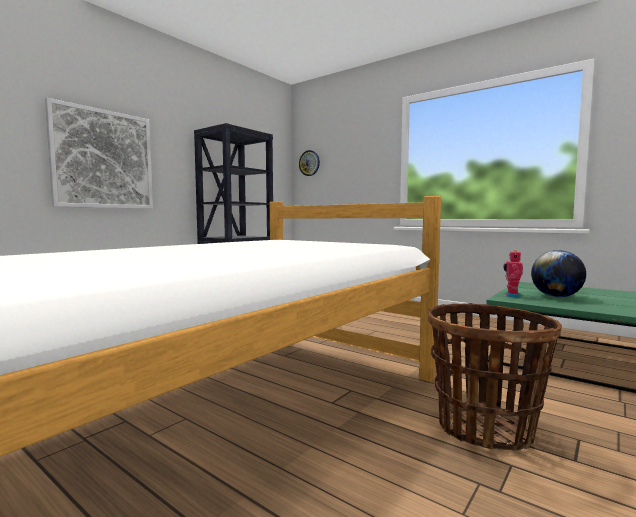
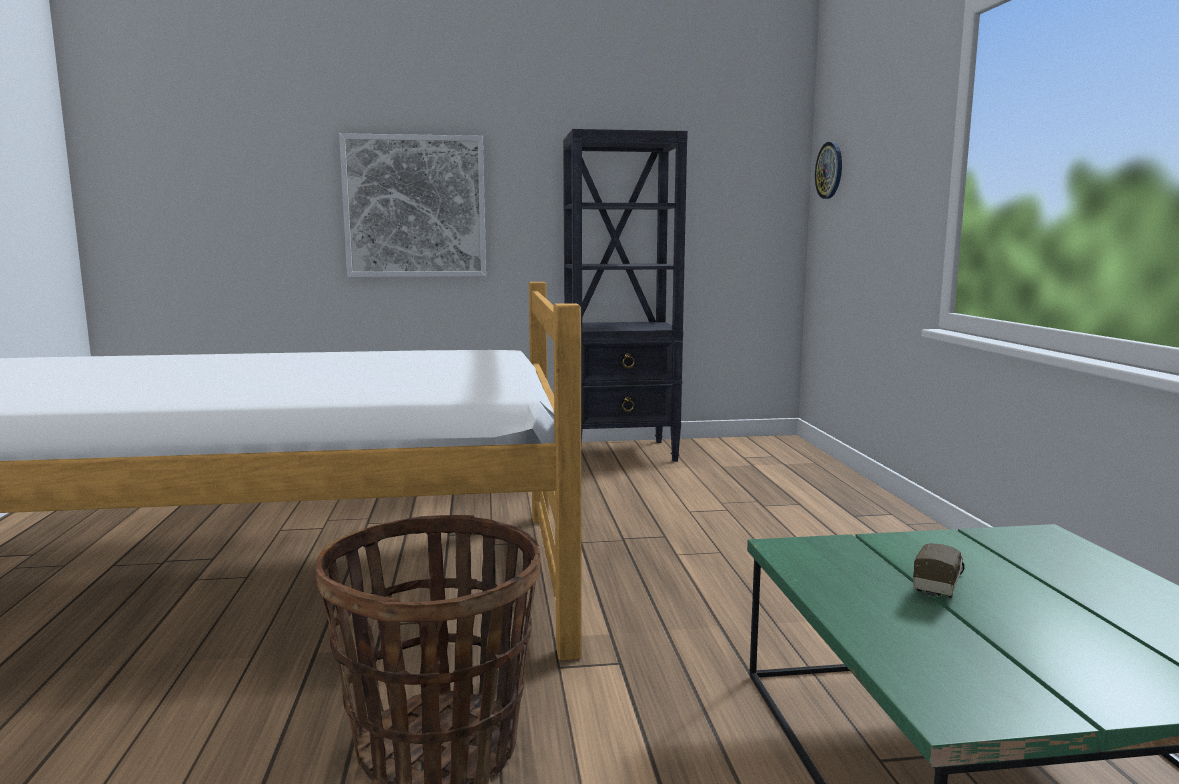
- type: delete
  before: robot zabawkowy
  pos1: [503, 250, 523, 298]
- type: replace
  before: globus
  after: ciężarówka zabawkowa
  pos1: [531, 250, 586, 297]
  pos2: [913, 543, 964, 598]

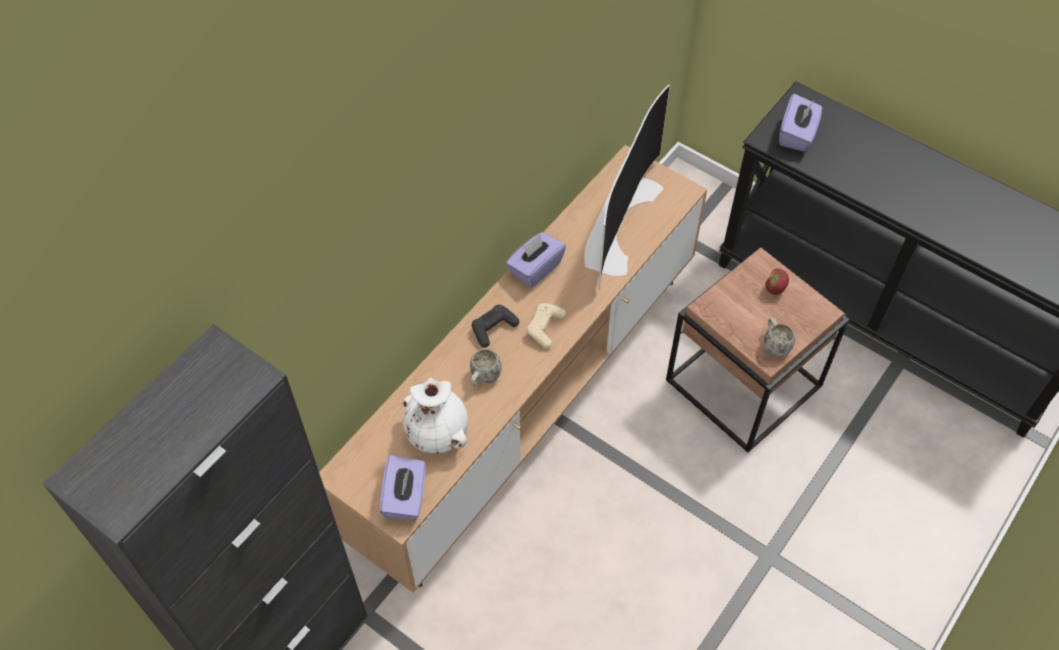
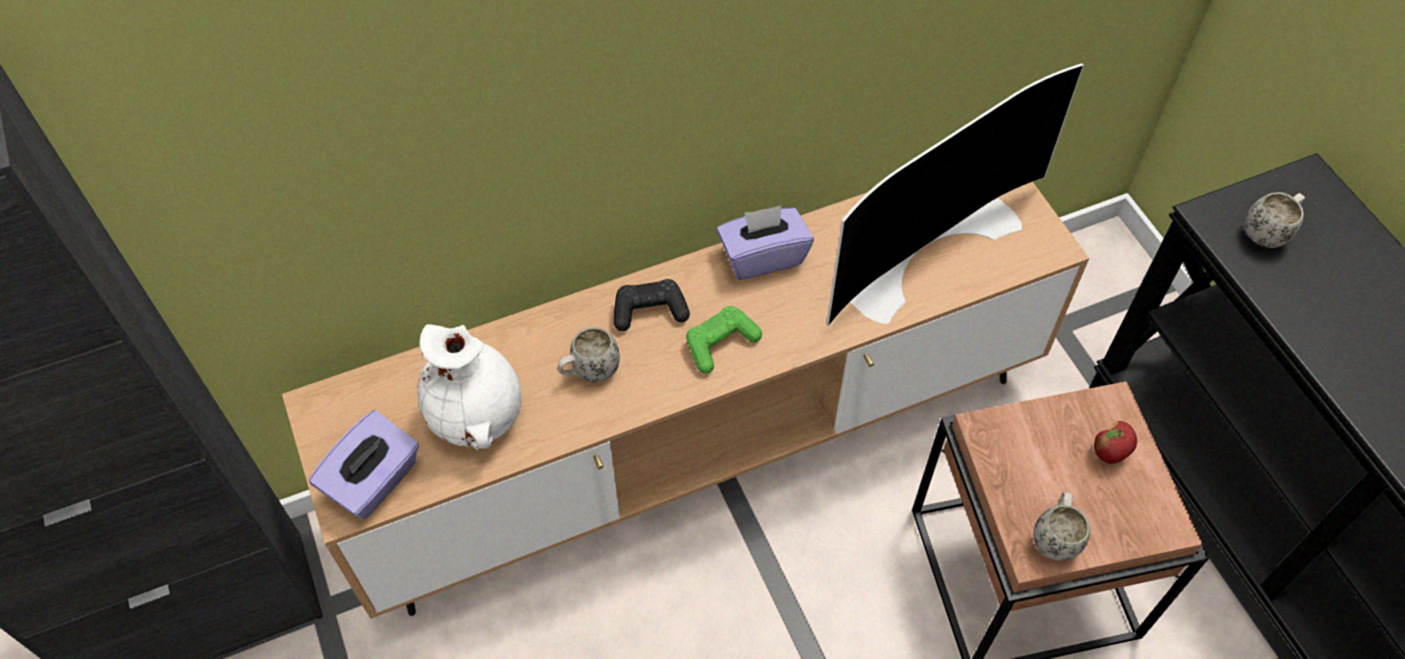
- type: replace
  before: pudełko chusteczek/fioletowy
  after: kubek/biały
  pos1: [779, 94, 822, 152]
  pos2: [1245, 192, 1305, 248]
- type: recolor
  before: pad do gier/beżowy
  after: pad do gier/zielony
  pos1: [526, 303, 566, 348]
  pos2: [686, 306, 762, 374]

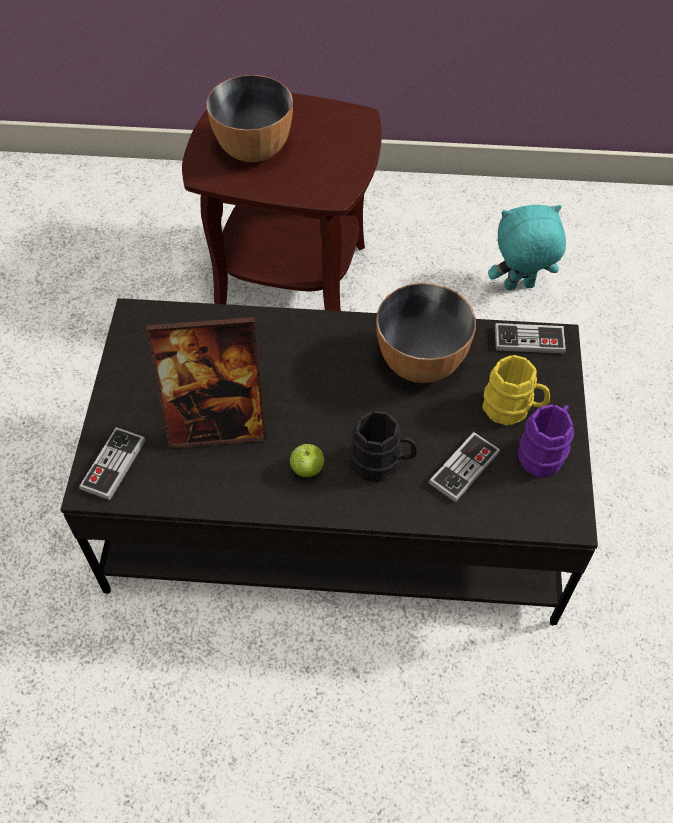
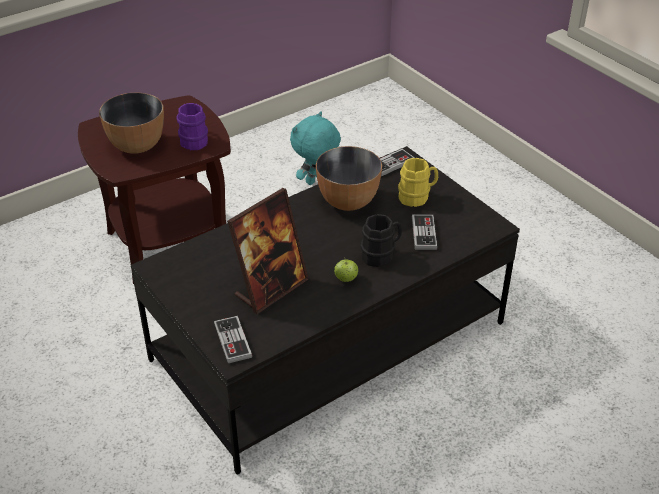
- type: move
  before: kubek/fioletowy
  pos1: [518, 404, 574, 478]
  pos2: [176, 103, 208, 150]

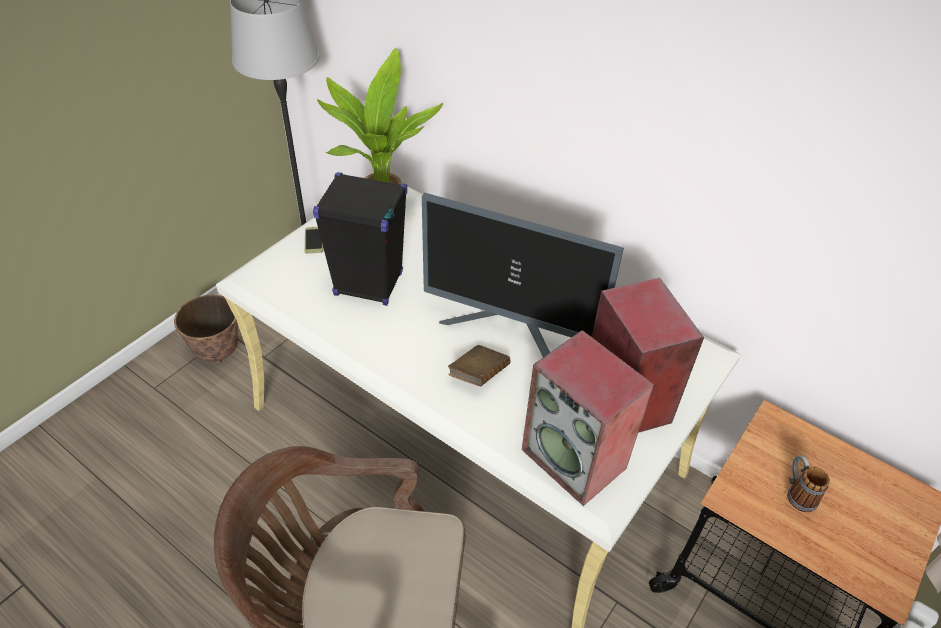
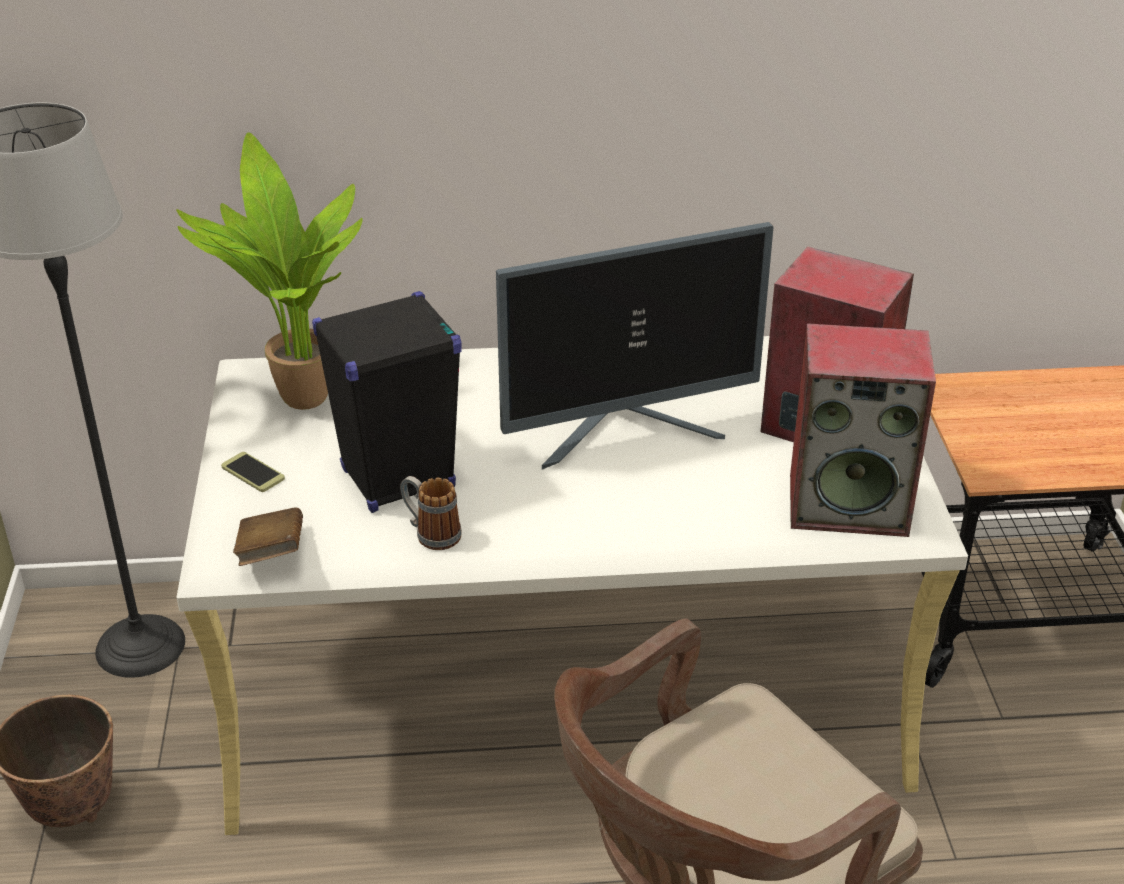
- type: move
  before: książka/brązowy
  pos1: [448, 345, 511, 386]
  pos2: [233, 507, 303, 566]
- type: move
  before: kubek
  pos1: [787, 455, 830, 512]
  pos2: [400, 476, 462, 550]

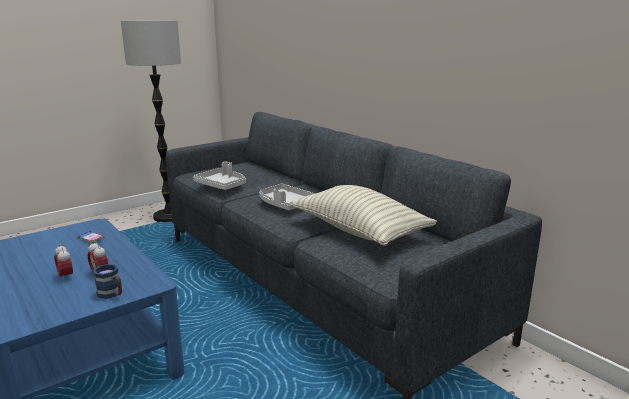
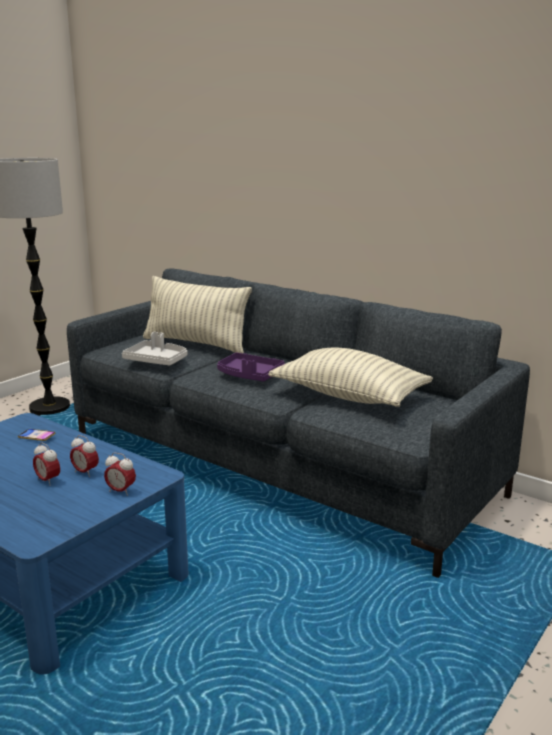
- type: insert
  after: poduszka
  pos2: [143, 276, 252, 353]
- type: replace
  before: kubek/niebieski
  after: budzik
  pos1: [93, 264, 122, 299]
  pos2: [104, 452, 136, 496]
- type: recolor
  before: taca/szary
  after: taca/fioletowy
  pos1: [259, 184, 316, 210]
  pos2: [217, 352, 285, 382]

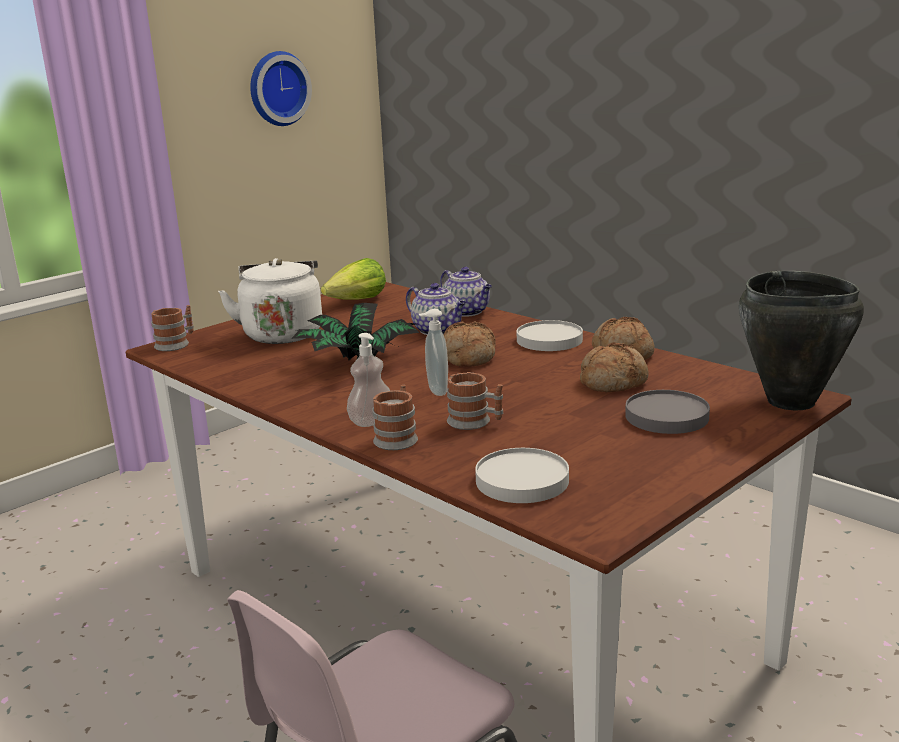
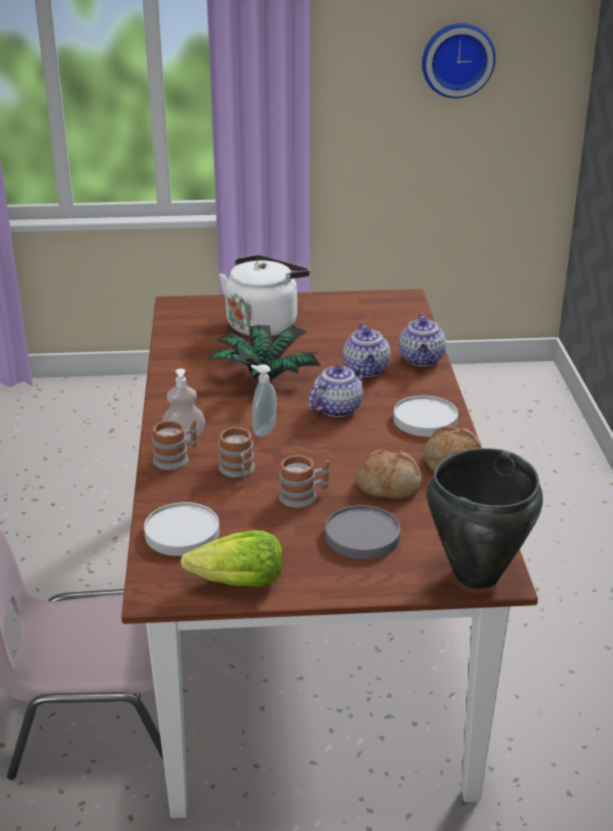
- type: move
  before: kubek
  pos1: [151, 305, 194, 351]
  pos2: [279, 455, 330, 508]
- type: move
  before: sałata
  pos1: [321, 258, 386, 300]
  pos2: [180, 530, 283, 587]
- type: replace
  before: chleb
  after: imbryk
  pos1: [443, 321, 496, 367]
  pos2: [308, 363, 367, 417]

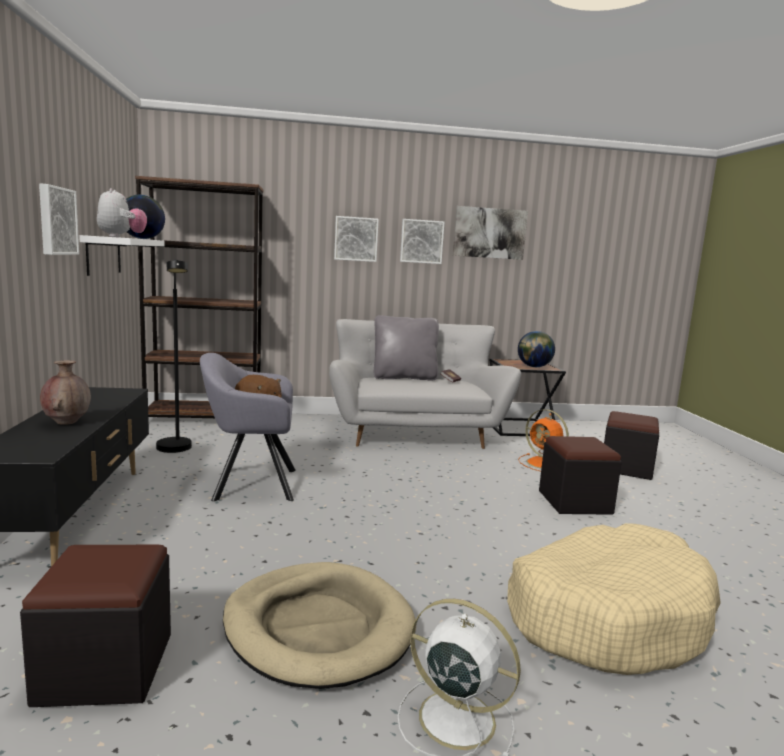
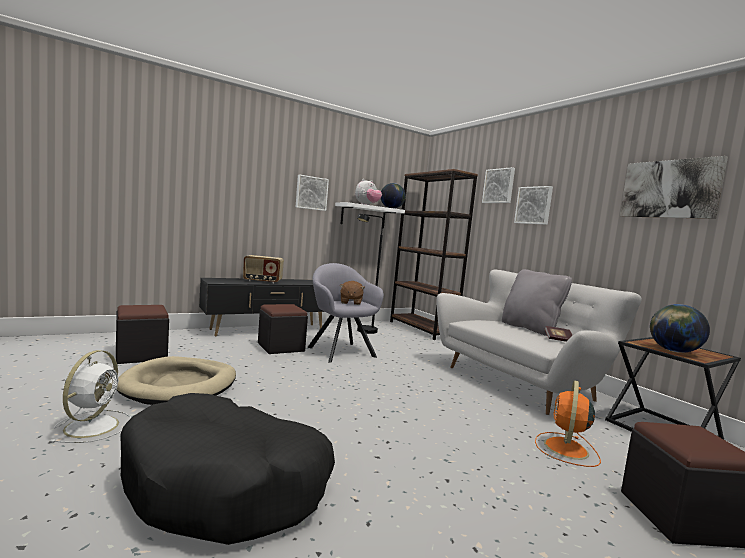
- type: move
  before: obraz
  pos1: [400, 219, 445, 264]
  pos2: [482, 167, 515, 203]
- type: move
  before: pufa/czarny
  pos1: [539, 436, 622, 515]
  pos2: [258, 304, 308, 354]
- type: replace
  before: wazon/brązowy
  after: radio
  pos1: [40, 360, 91, 425]
  pos2: [243, 255, 284, 283]
- type: recolor
  before: legowisko/beżowy
  after: legowisko/czarny
  pos1: [507, 523, 721, 675]
  pos2: [120, 393, 335, 545]

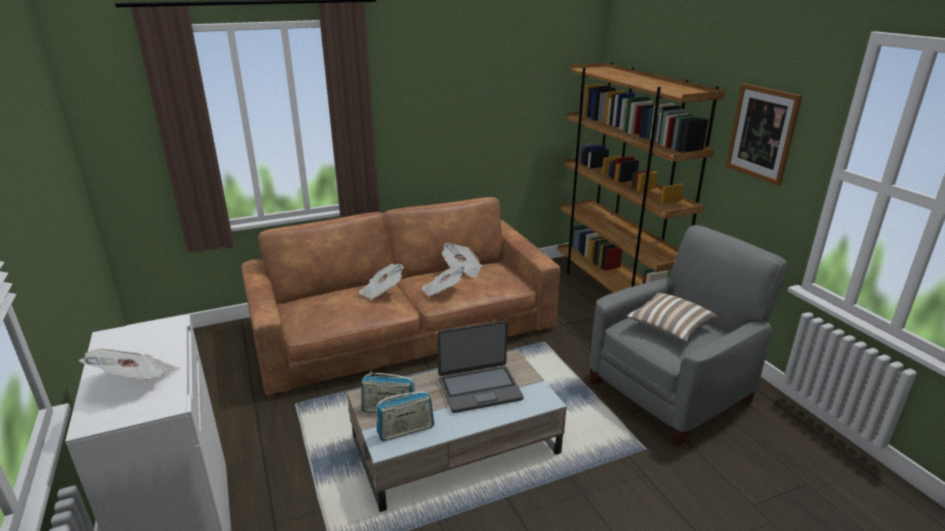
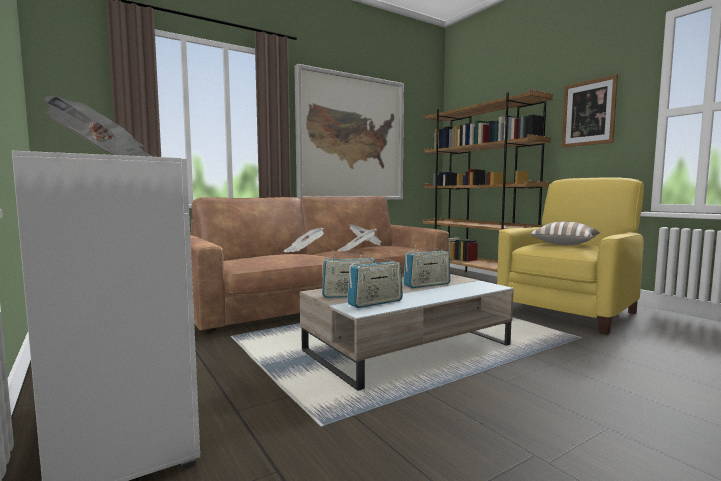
- type: insert
  after: obraz
  pos2: [294, 64, 404, 200]
- type: replace
  before: laptop
  after: radio
  pos1: [437, 321, 524, 413]
  pos2: [403, 245, 450, 288]
- type: recolor
  before: fotel/szary
  after: fotel/żółty
  pos1: [589, 225, 788, 446]
  pos2: [497, 177, 644, 335]

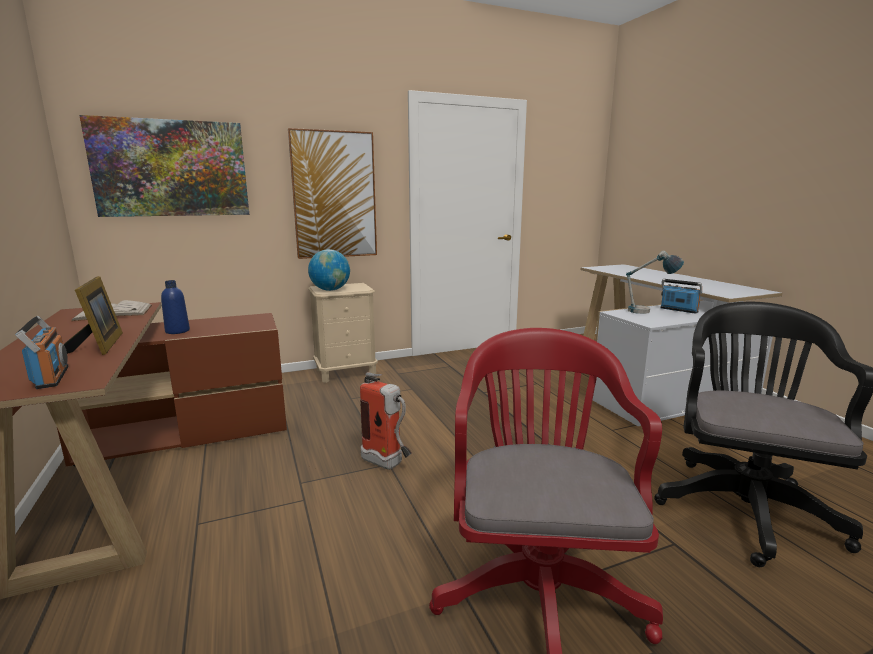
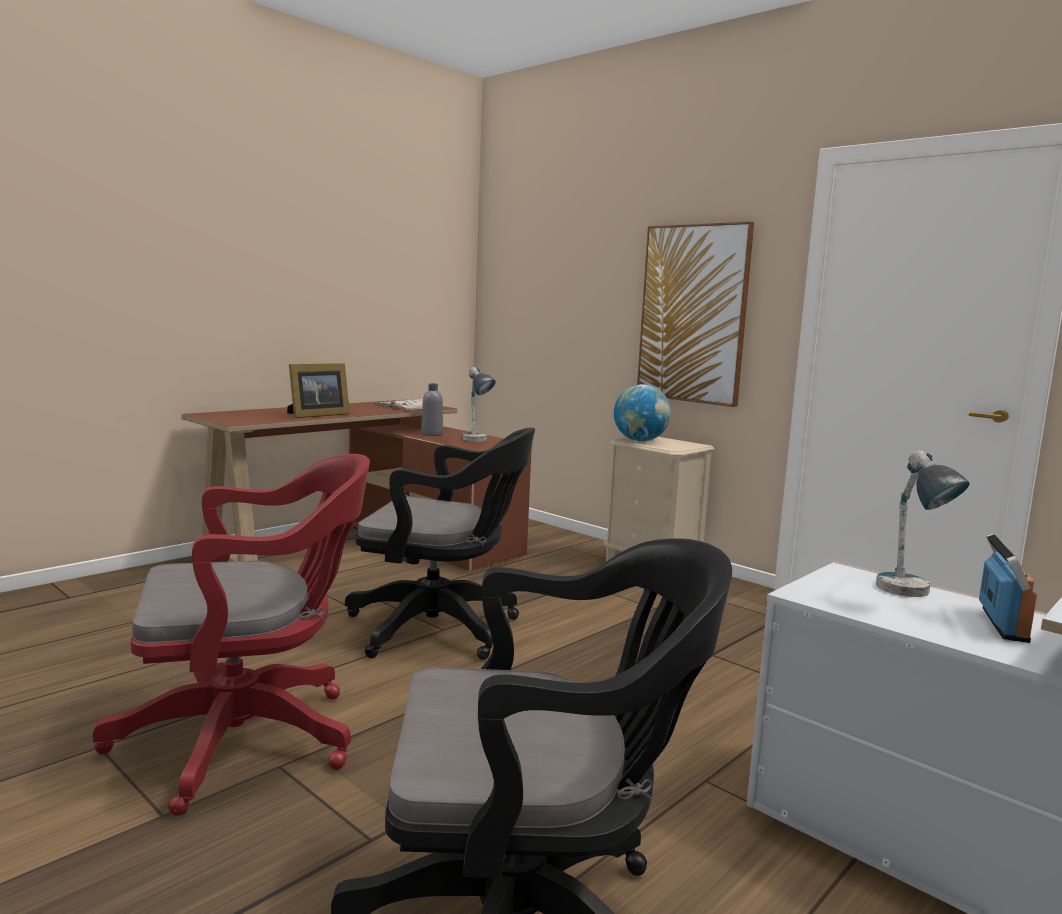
- type: delete
  before: radio
  pos1: [15, 315, 69, 389]
- type: delete
  before: obraz
  pos1: [80, 115, 249, 217]
- type: insert
  after: lampa stołowa
  pos2: [462, 367, 496, 441]
- type: replace
  before: gaśnica
  after: krzesło biurowe/czarny
  pos1: [360, 372, 412, 470]
  pos2: [345, 428, 535, 660]
- type: recolor
  before: butelka/niebieski
  after: butelka/szary
  pos1: [161, 280, 190, 334]
  pos2: [421, 383, 443, 436]

